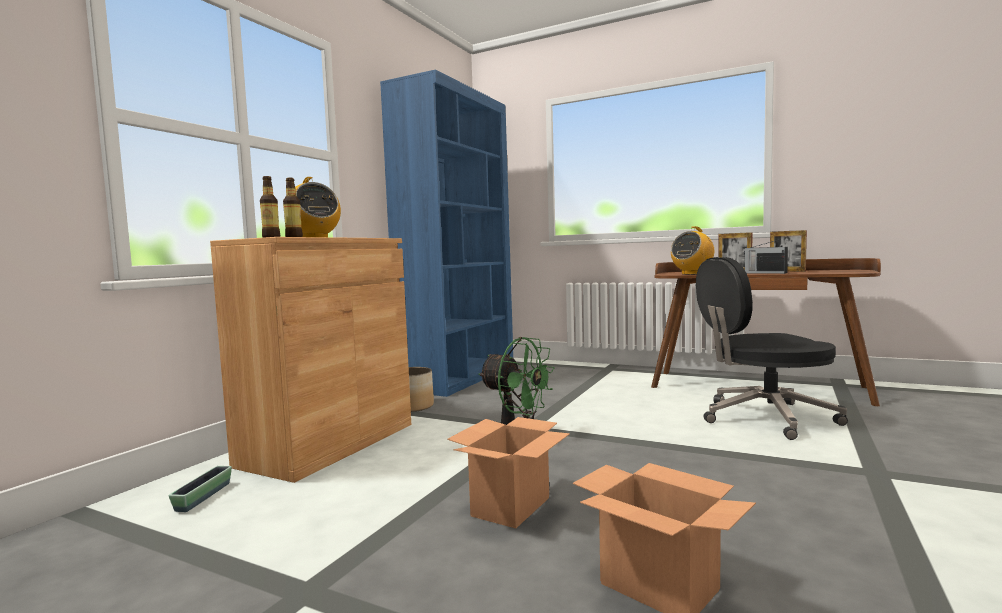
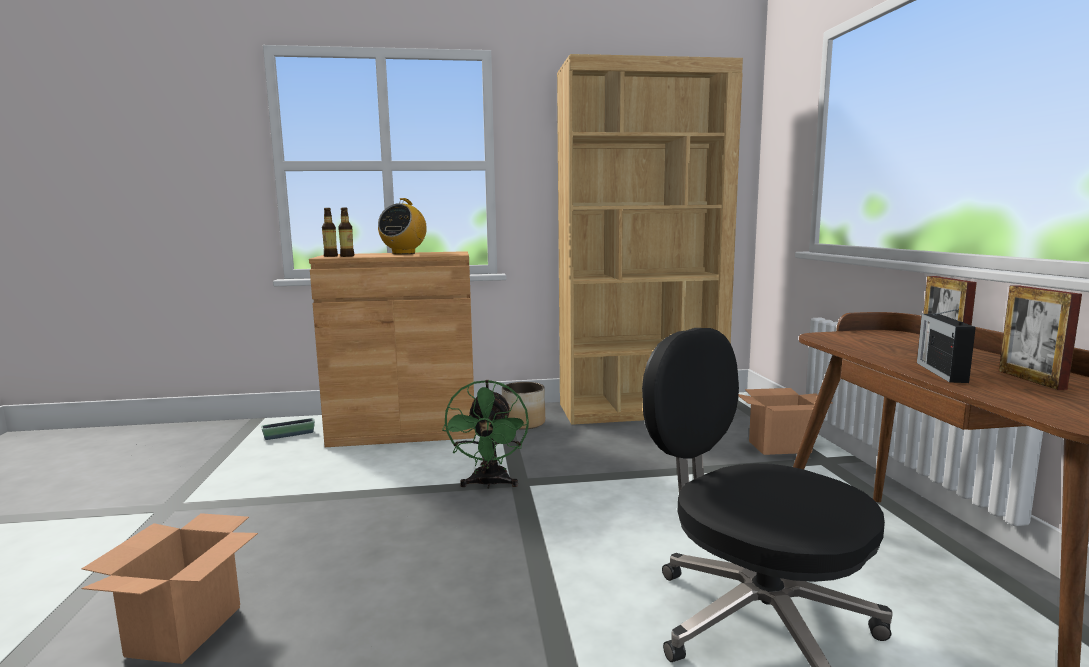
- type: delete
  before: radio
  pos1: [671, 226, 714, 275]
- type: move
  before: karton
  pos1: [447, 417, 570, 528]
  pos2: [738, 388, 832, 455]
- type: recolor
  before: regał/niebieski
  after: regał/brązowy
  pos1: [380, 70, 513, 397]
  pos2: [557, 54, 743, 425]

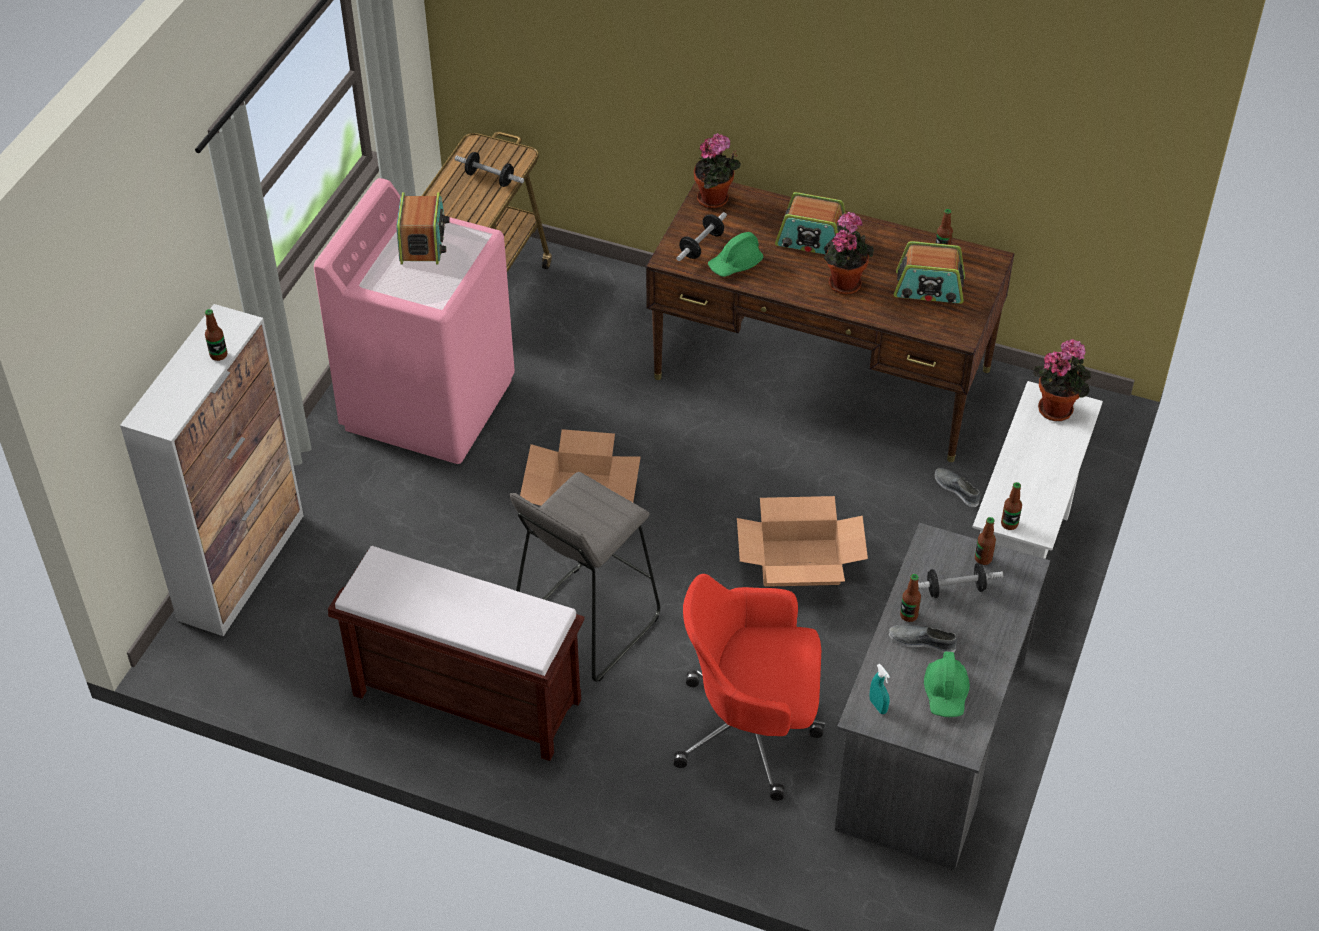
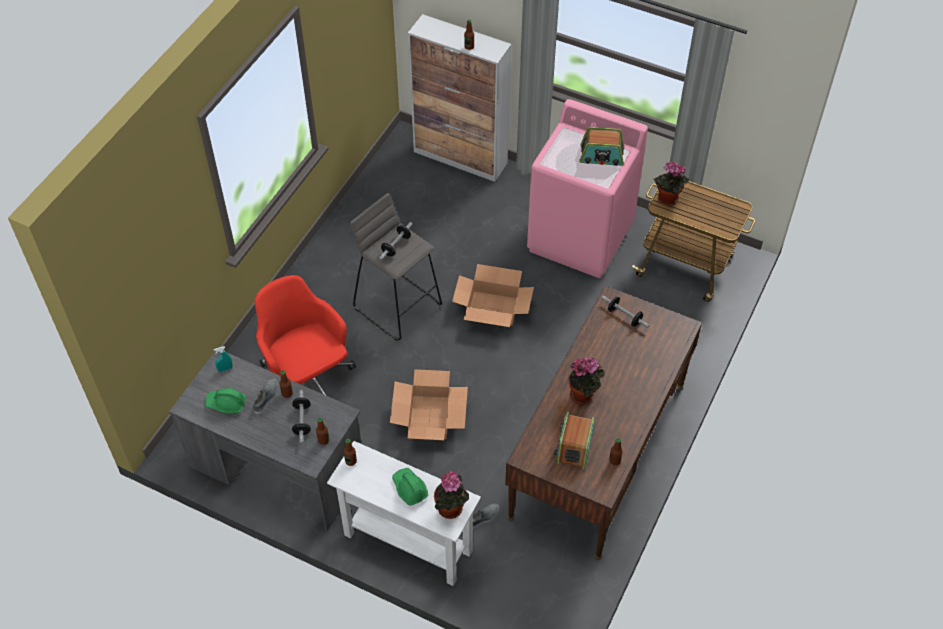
- type: delete
  before: ławka/brązowy
  pos1: [328, 546, 585, 761]
- type: delete
  before: radio
  pos1: [775, 192, 846, 255]
- type: move
  before: hantel
  pos1: [455, 152, 524, 187]
  pos2: [379, 222, 413, 260]
- type: move
  before: roślina doniczkowa
  pos1: [694, 133, 741, 208]
  pos2: [654, 162, 689, 206]
- type: move
  before: kask/zielony
  pos1: [708, 232, 763, 277]
  pos2: [392, 468, 428, 505]
- type: rotate
  before: krzesło biurowe/czerwony
  pos1: [674, 574, 825, 801]
  pos2: [255, 275, 356, 395]
  turn: -45

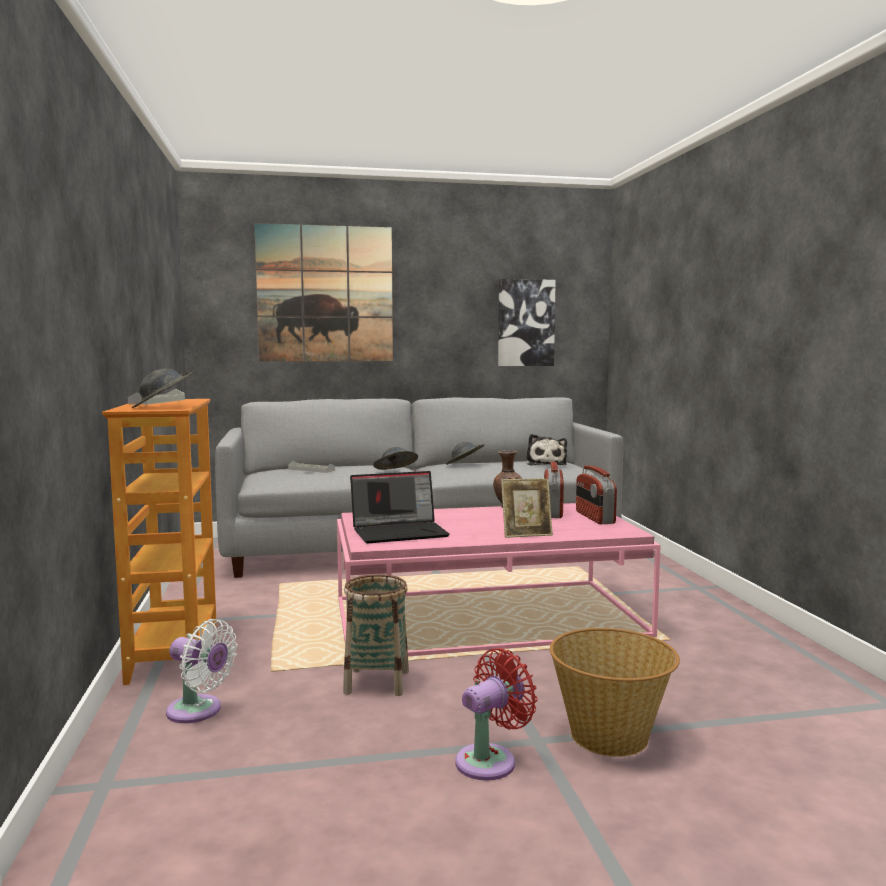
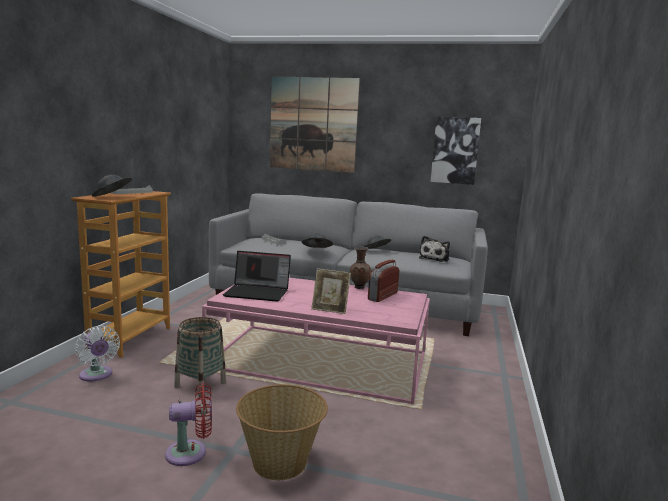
- type: delete
  before: radio
  pos1: [576, 465, 617, 524]

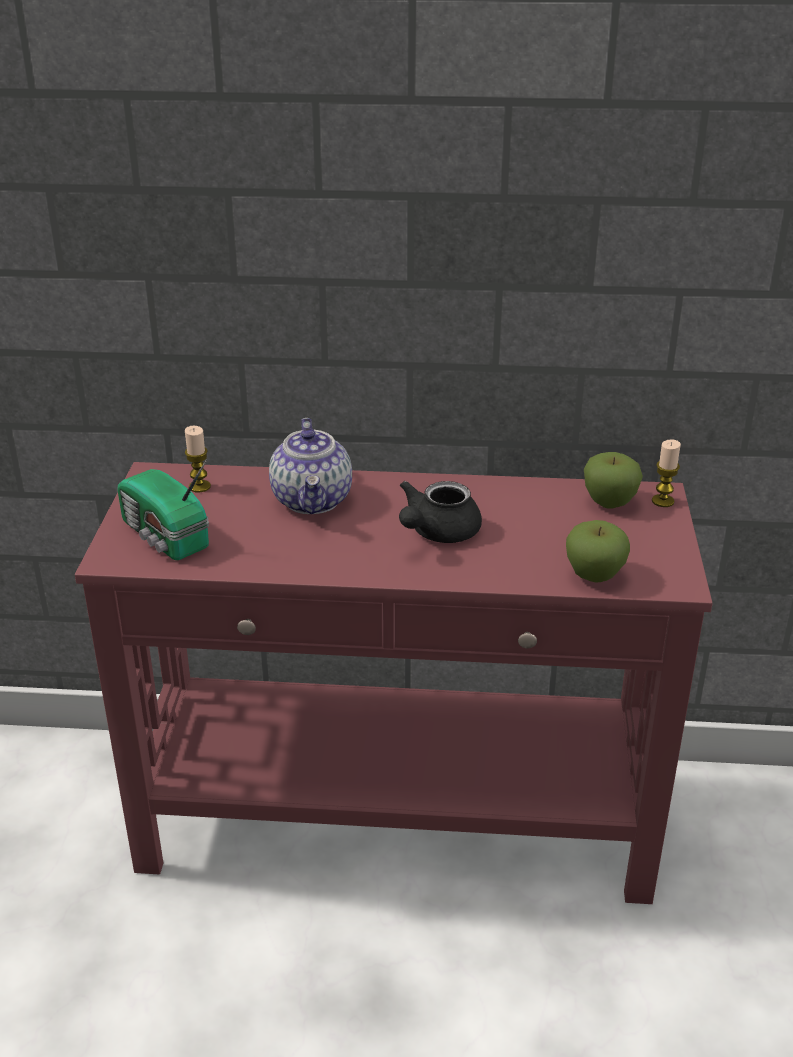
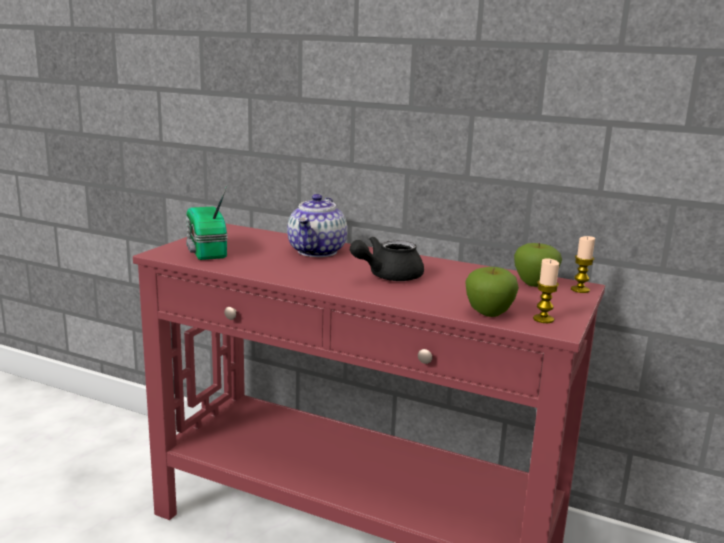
- type: move
  before: świeca
  pos1: [185, 426, 211, 492]
  pos2: [533, 258, 559, 323]

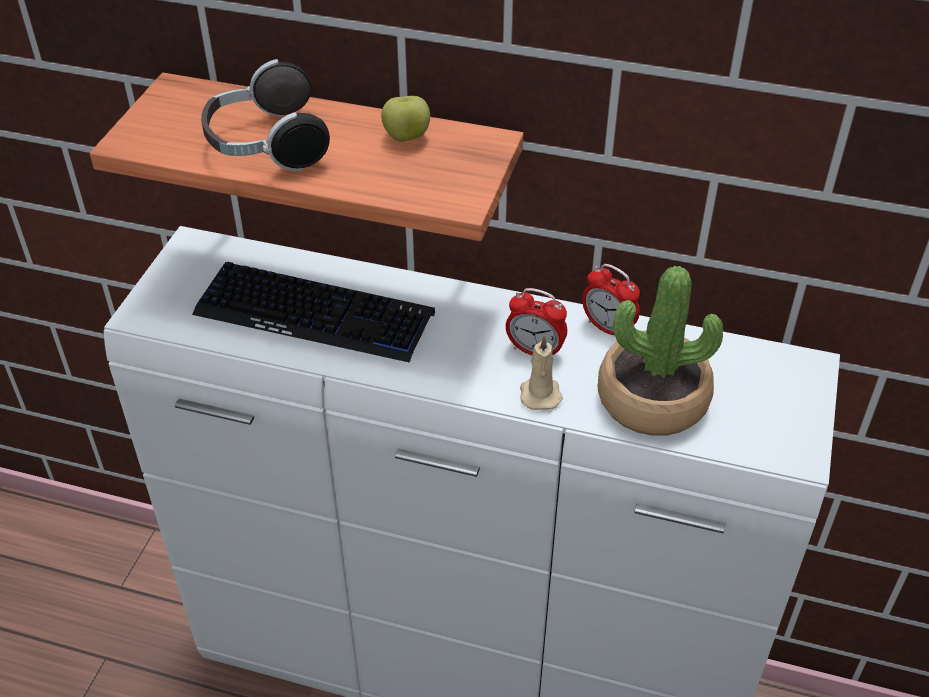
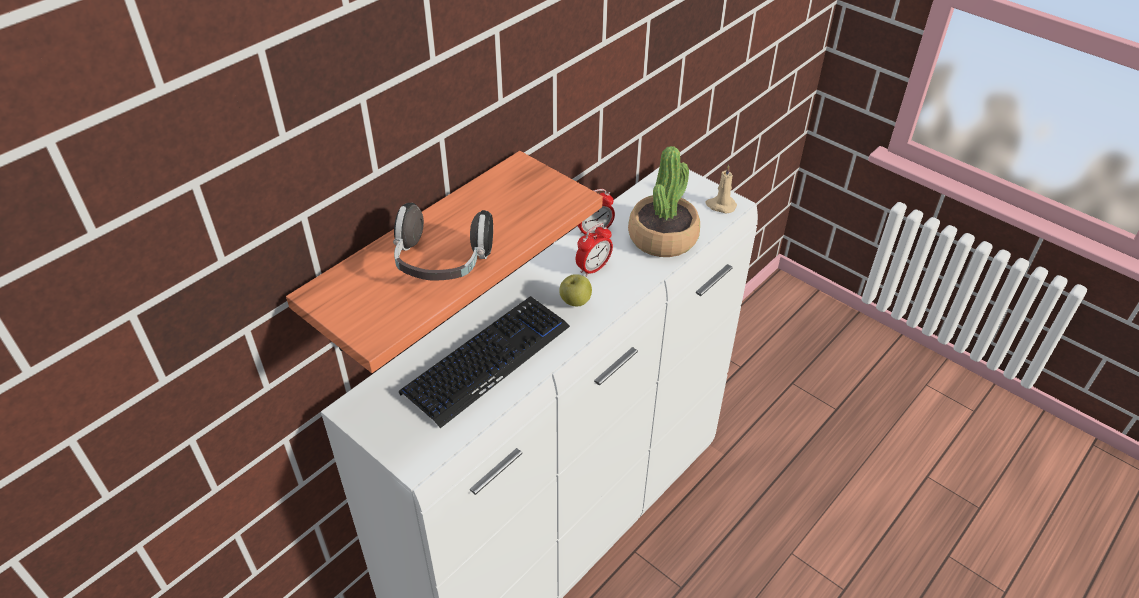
- type: move
  before: jabłko
  pos1: [381, 96, 430, 142]
  pos2: [559, 274, 592, 306]
- type: move
  before: świeca/beżowy
  pos1: [520, 335, 563, 410]
  pos2: [706, 165, 737, 213]

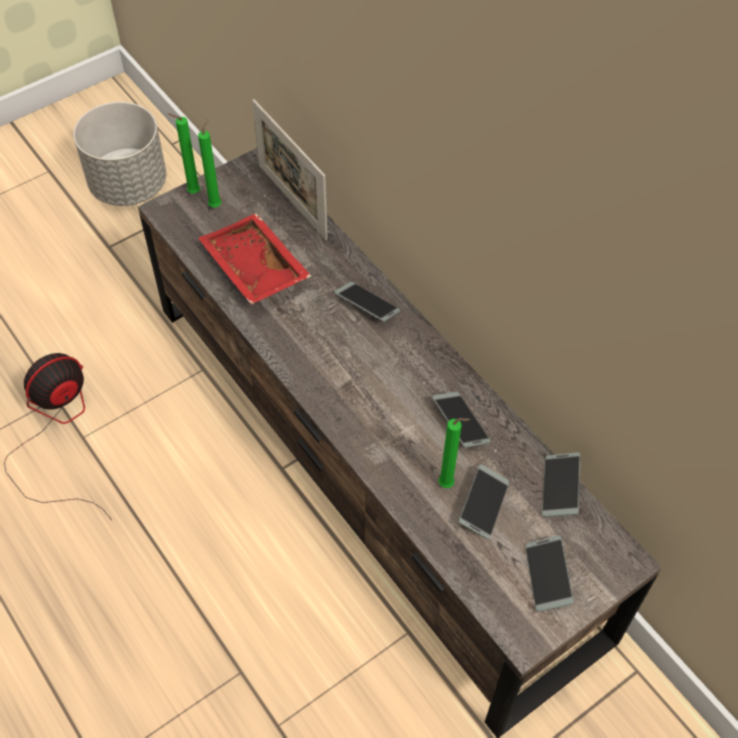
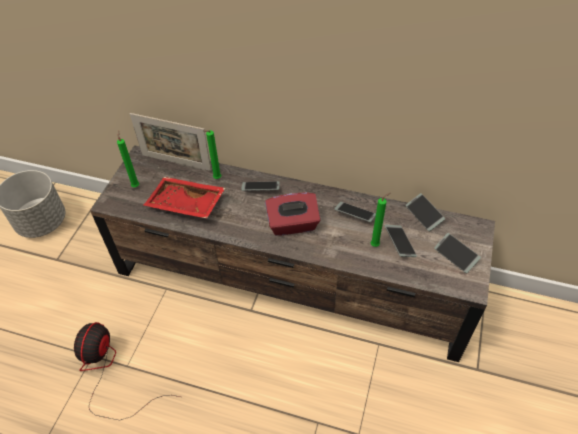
- type: insert
  after: pudełko chusteczek/czerwony
  pos2: [265, 192, 320, 236]
- type: move
  before: świeca/zielony
  pos1: [168, 113, 200, 194]
  pos2: [203, 130, 221, 179]

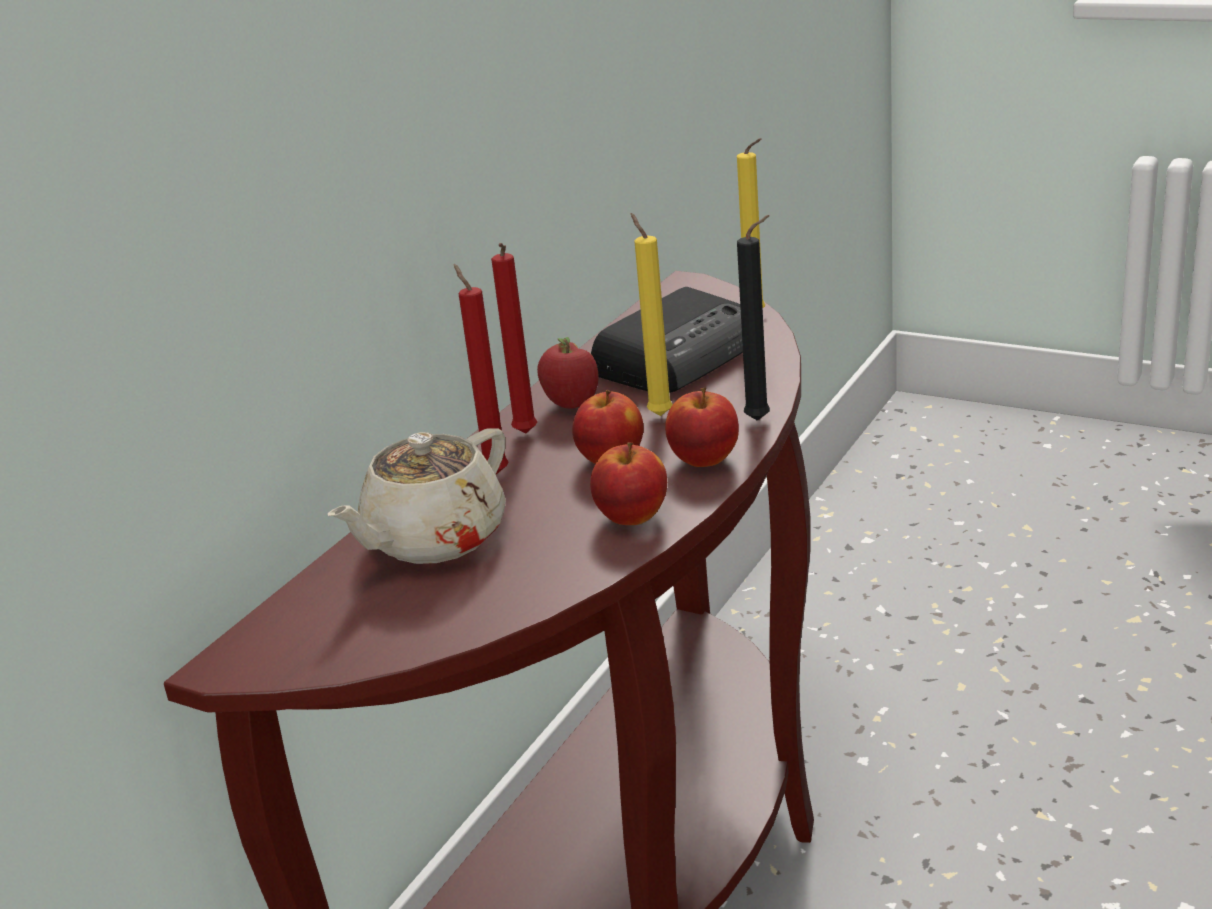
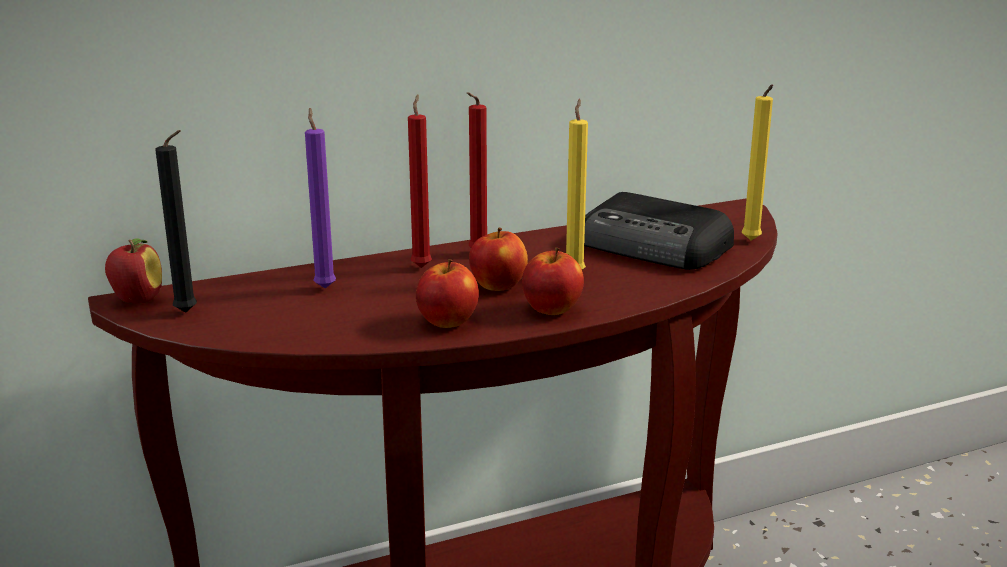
- type: move
  before: jabłko
  pos1: [537, 337, 599, 409]
  pos2: [105, 238, 162, 304]
- type: move
  before: świeca/czarny
  pos1: [737, 215, 770, 421]
  pos2: [155, 130, 197, 312]
- type: replace
  before: imbryk/beżowy
  after: świeca/fioletowy
  pos1: [328, 428, 506, 564]
  pos2: [305, 108, 336, 289]
- type: rotate
  before: radio
  pos1: [591, 287, 743, 393]
  pos2: [584, 192, 734, 270]
  turn: 45

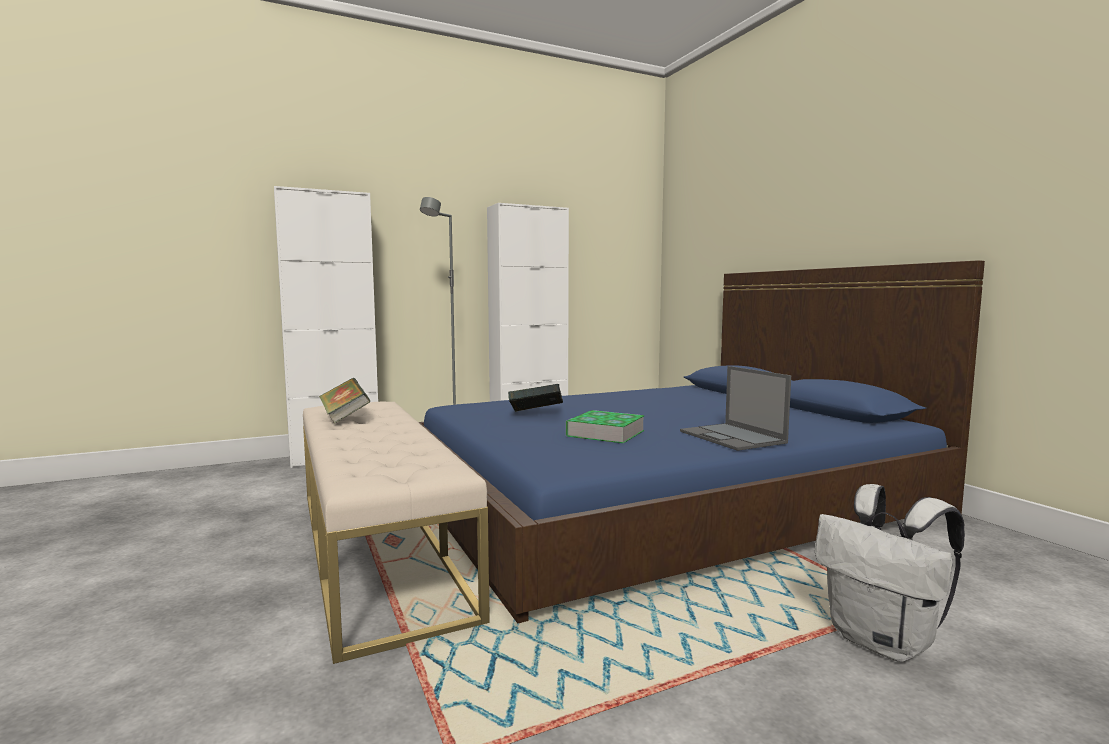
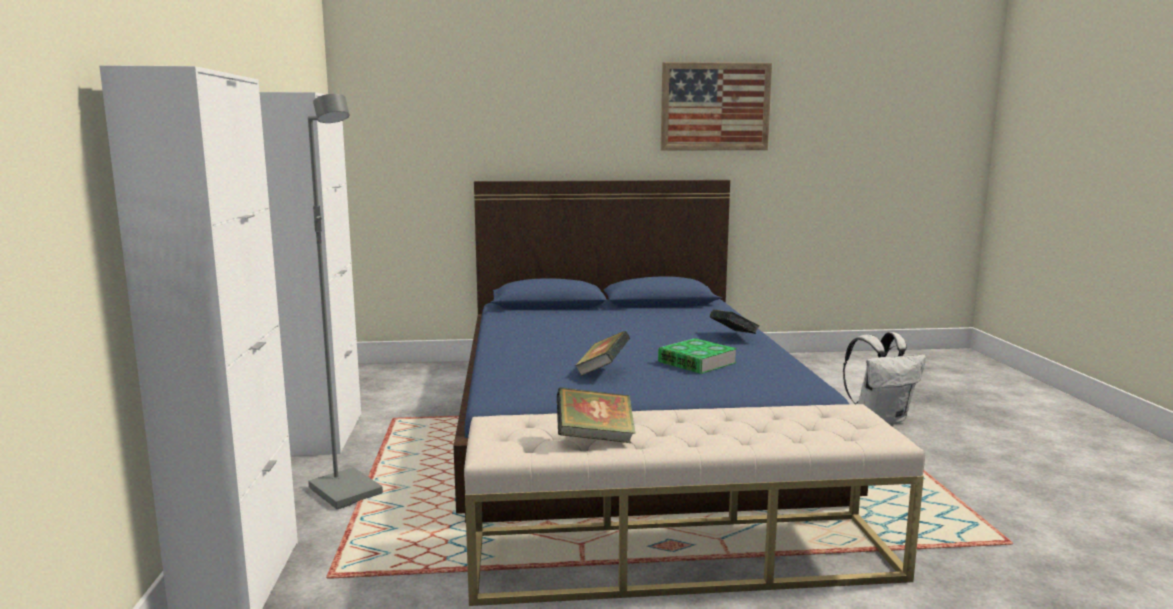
- type: insert
  after: obraz
  pos2: [661, 62, 772, 150]
- type: replace
  before: laptop
  after: książka
  pos1: [680, 366, 791, 451]
  pos2: [709, 309, 760, 334]

